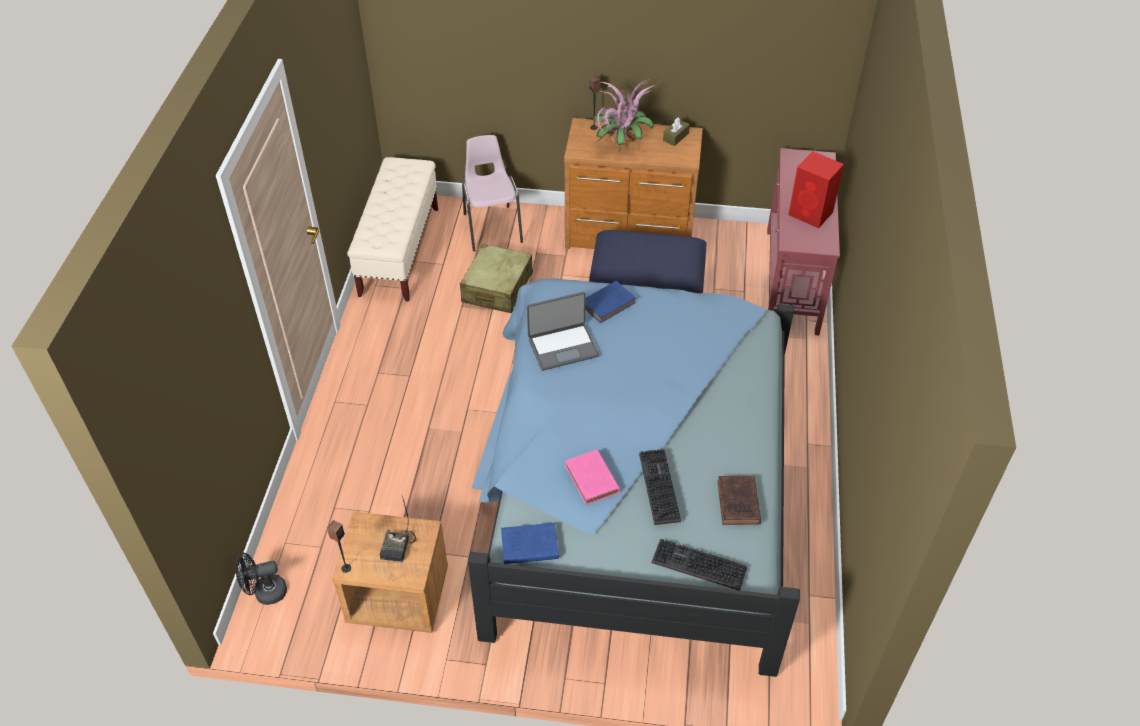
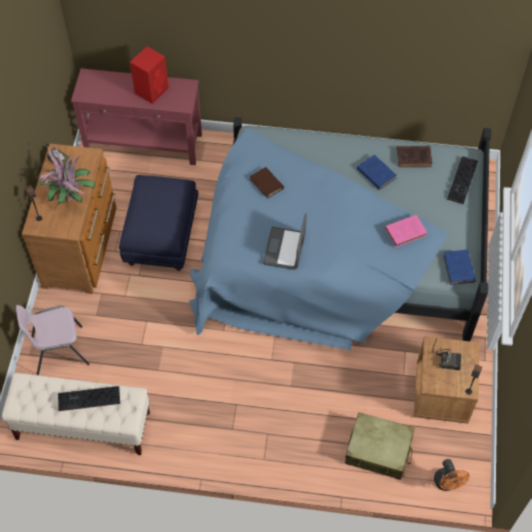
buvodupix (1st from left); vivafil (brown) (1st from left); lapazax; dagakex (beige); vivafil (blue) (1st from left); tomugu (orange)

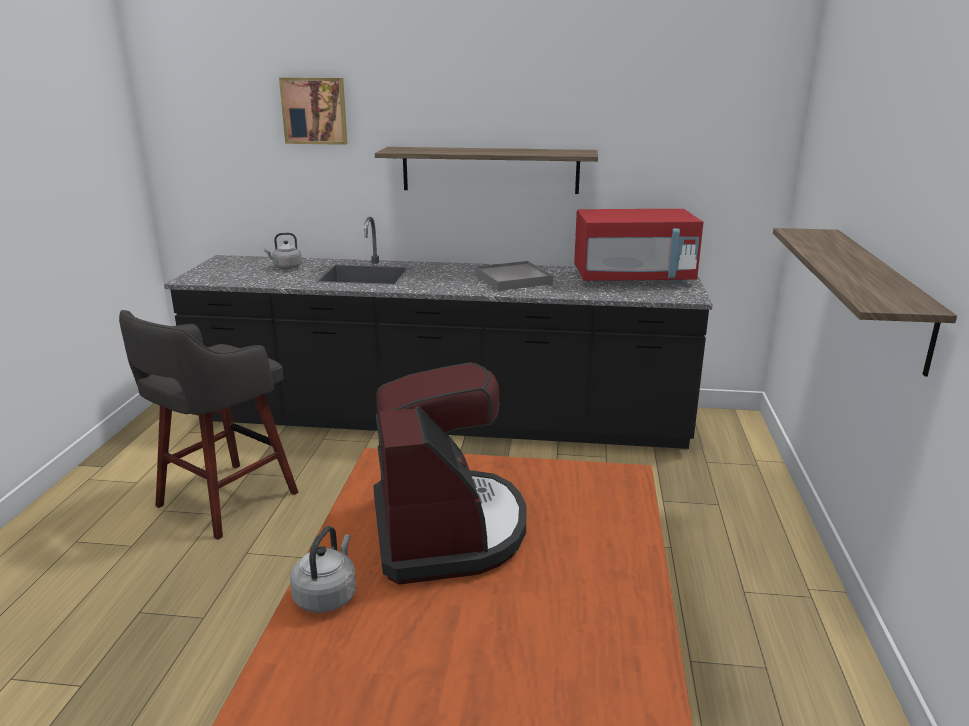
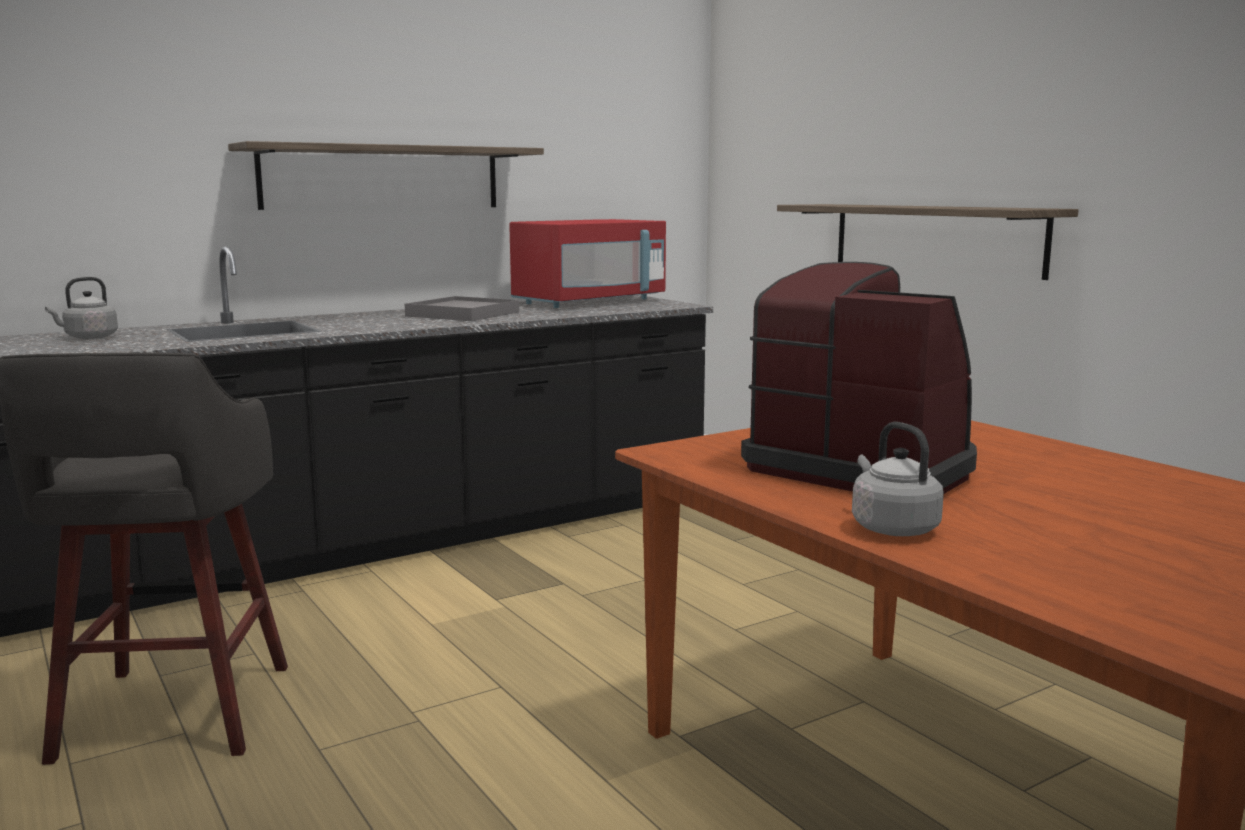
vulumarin

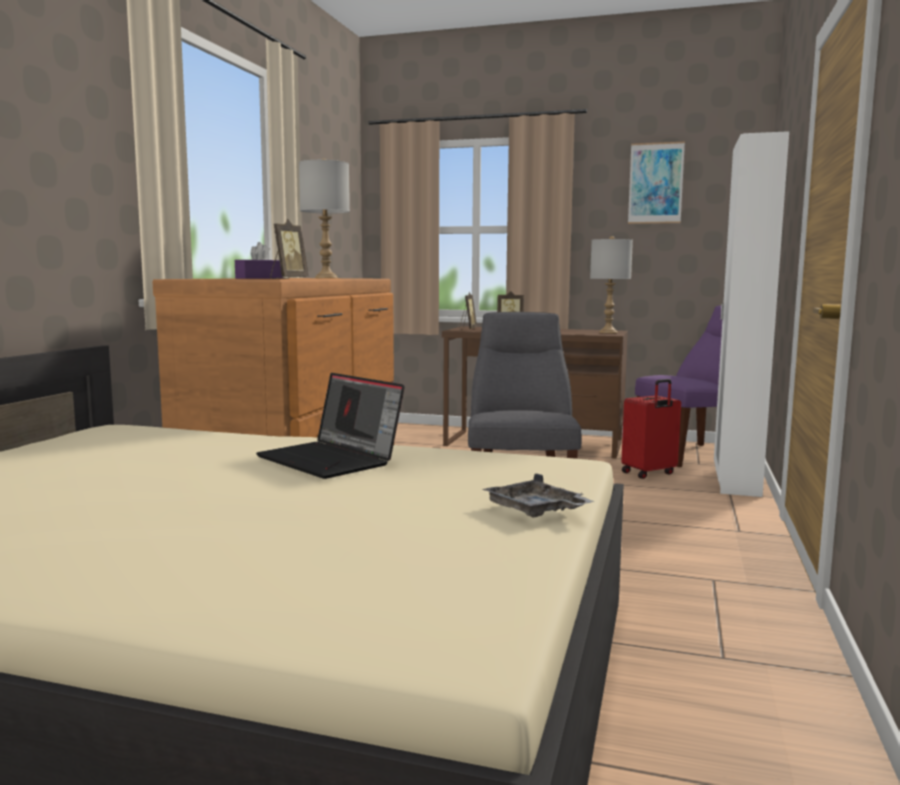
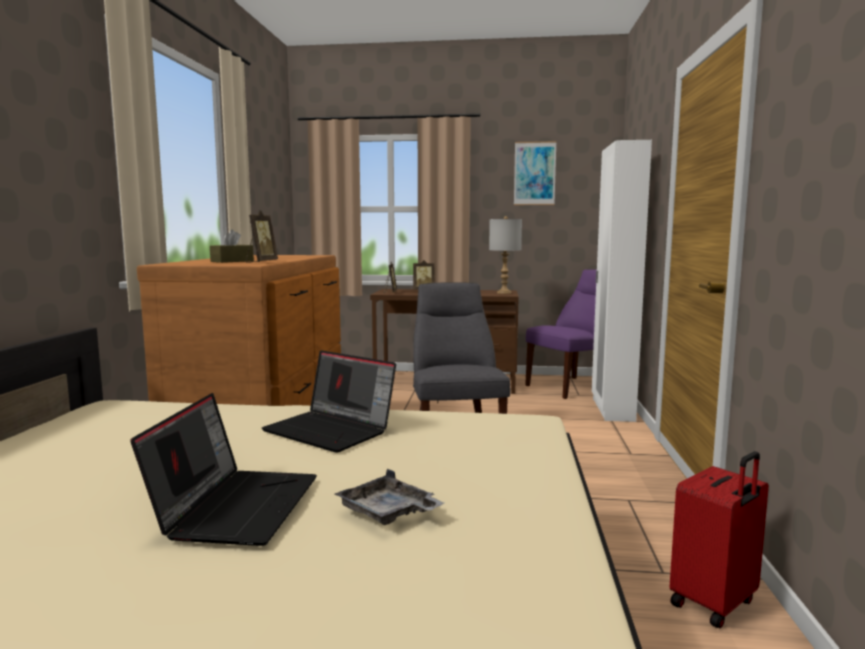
lapazax (1st from left); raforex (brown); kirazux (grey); dagakex (red); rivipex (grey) (1st from left in the first image)

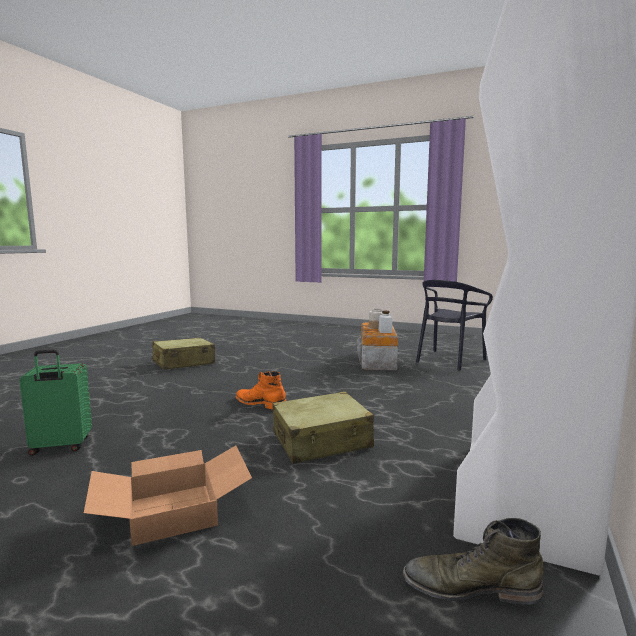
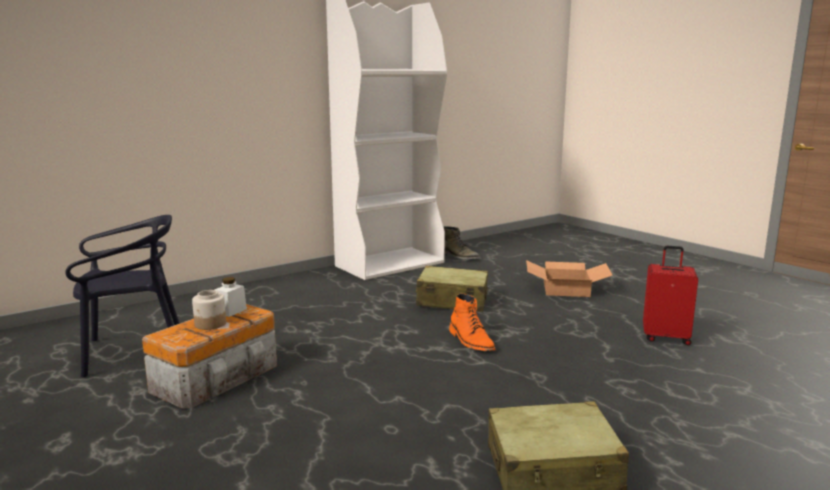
dagakex (red)

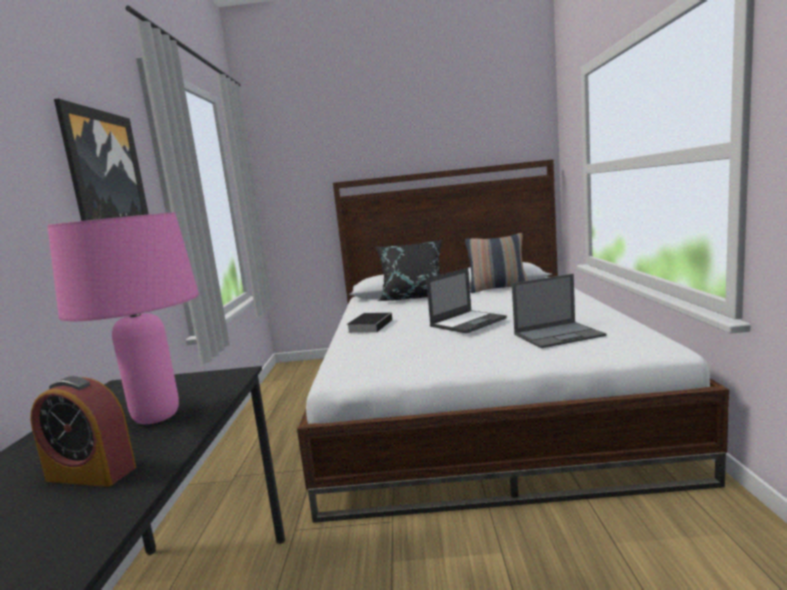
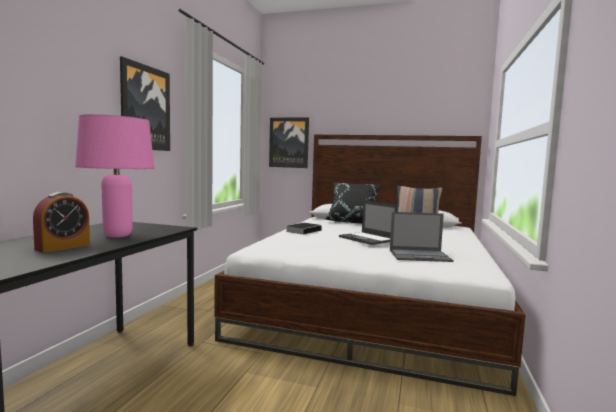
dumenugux; vulumarin (2nd from left); lapazax (1st from left)

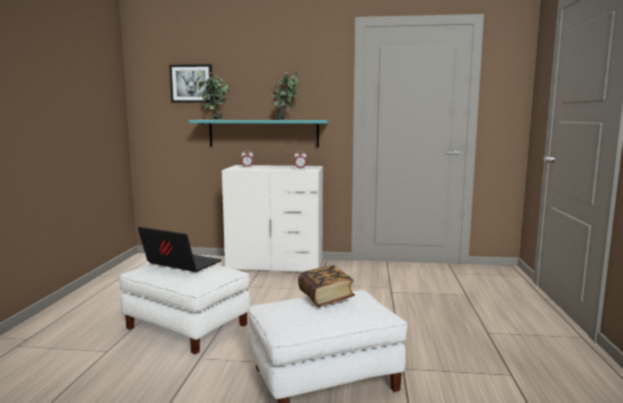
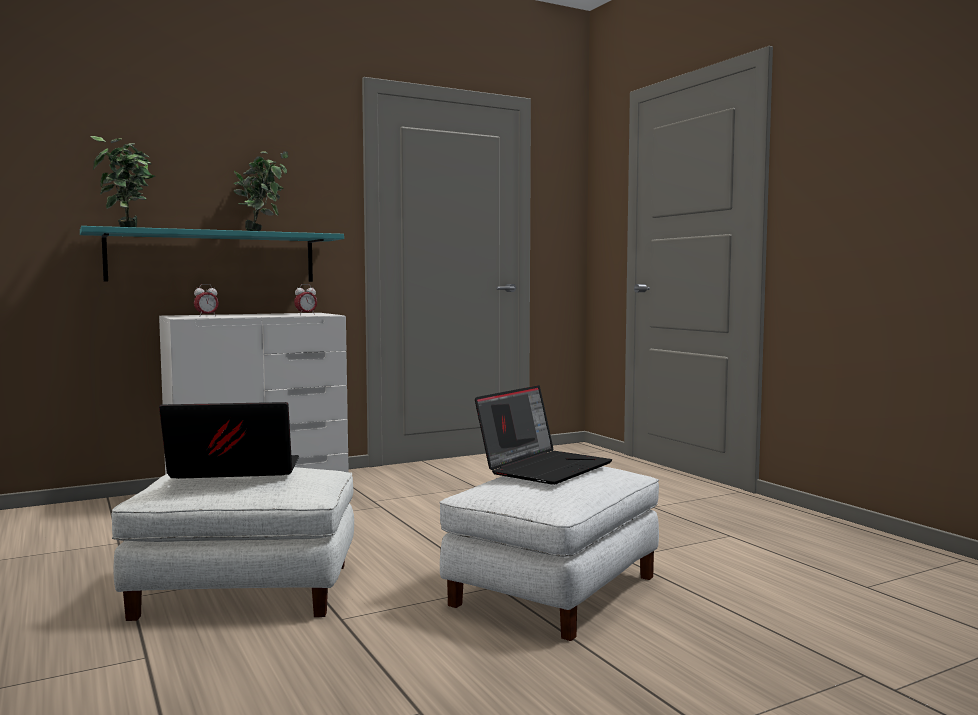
lapazax (2nd from left); vulumarin

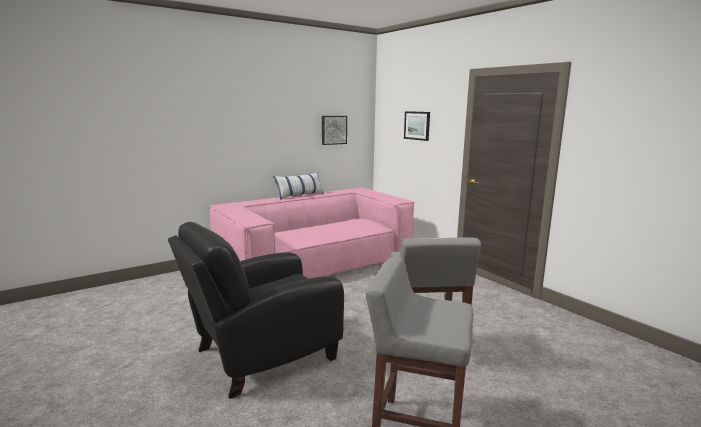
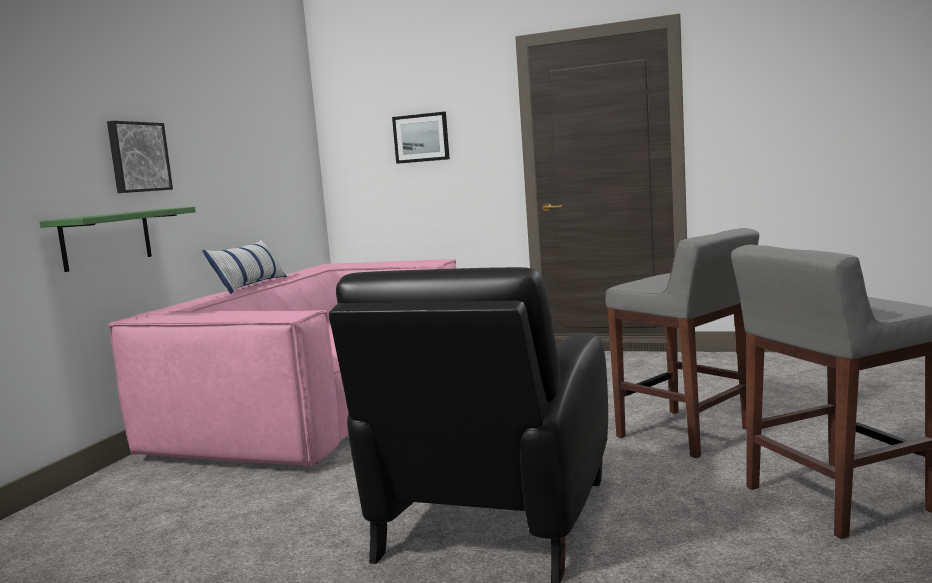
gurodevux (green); vulumarin (1st from left)

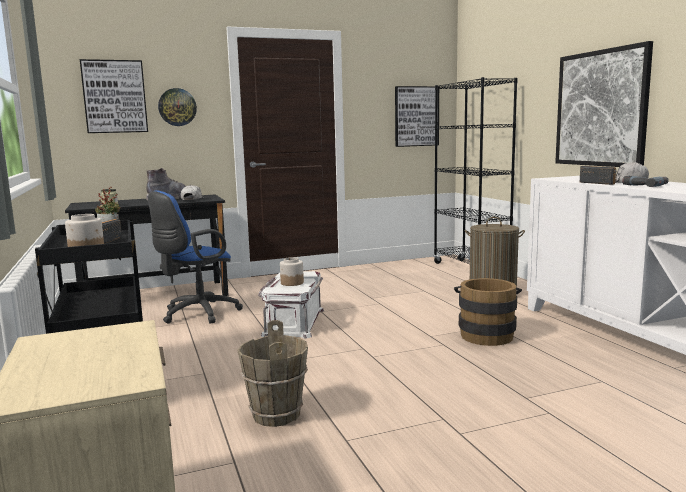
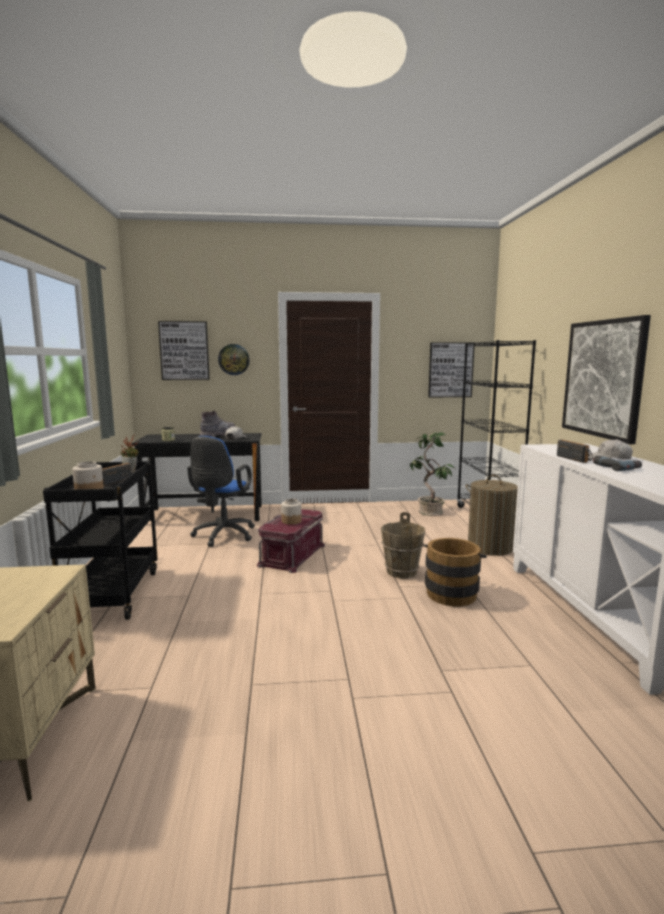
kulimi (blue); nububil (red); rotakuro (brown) (1st from left); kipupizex (2nd from left)

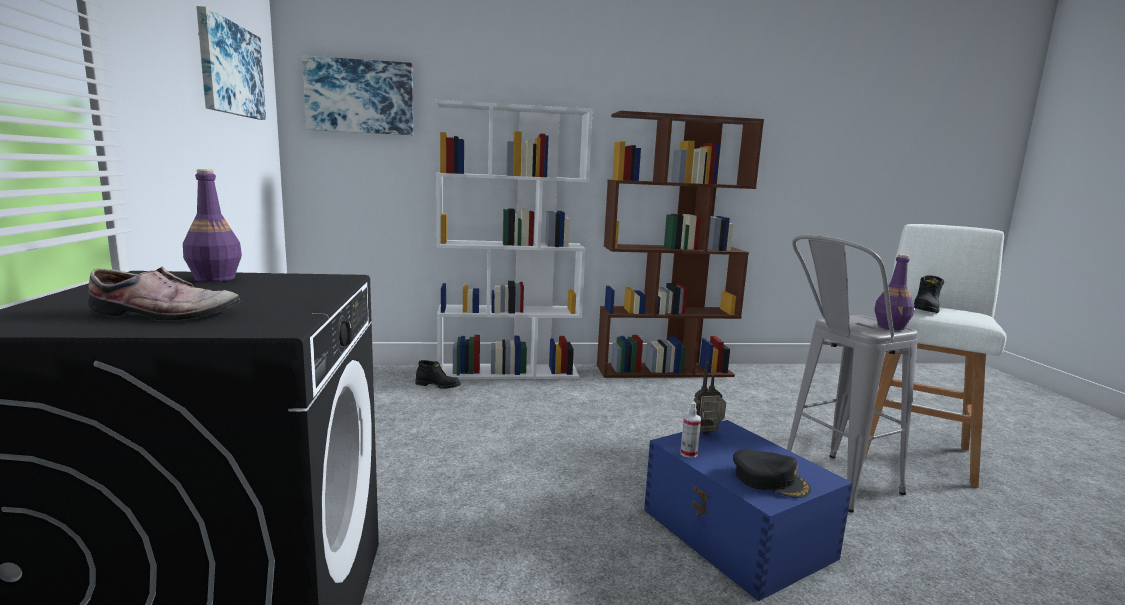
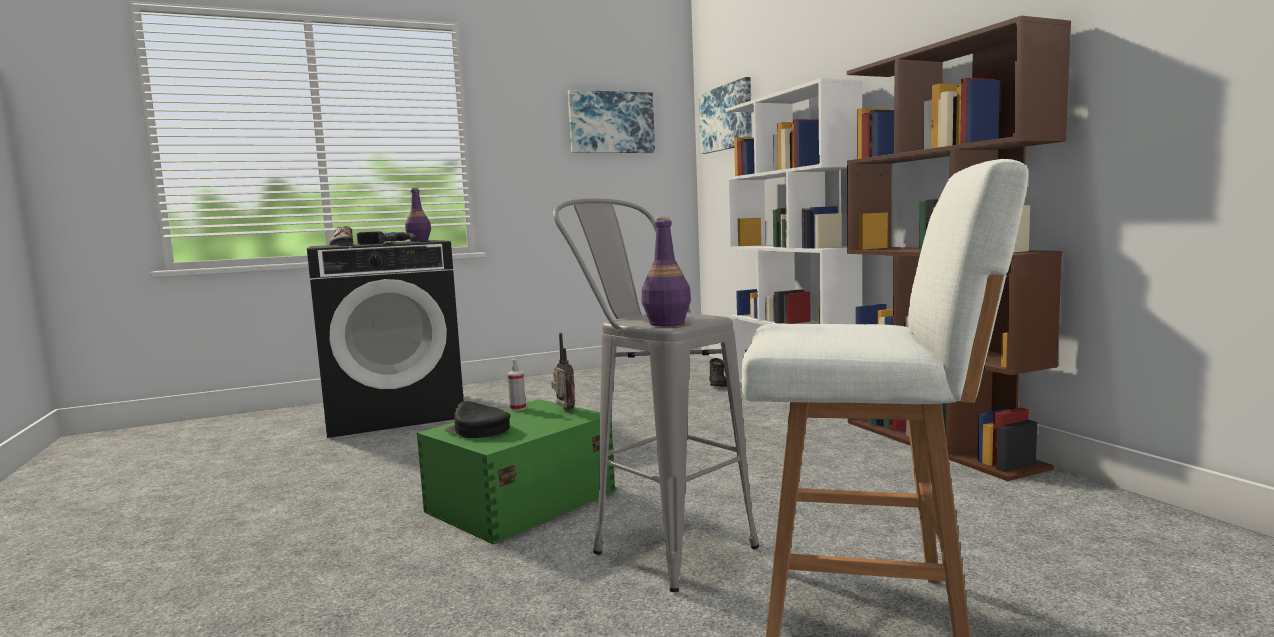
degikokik; nububil (green); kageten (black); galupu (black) (2nd from left in the first image)

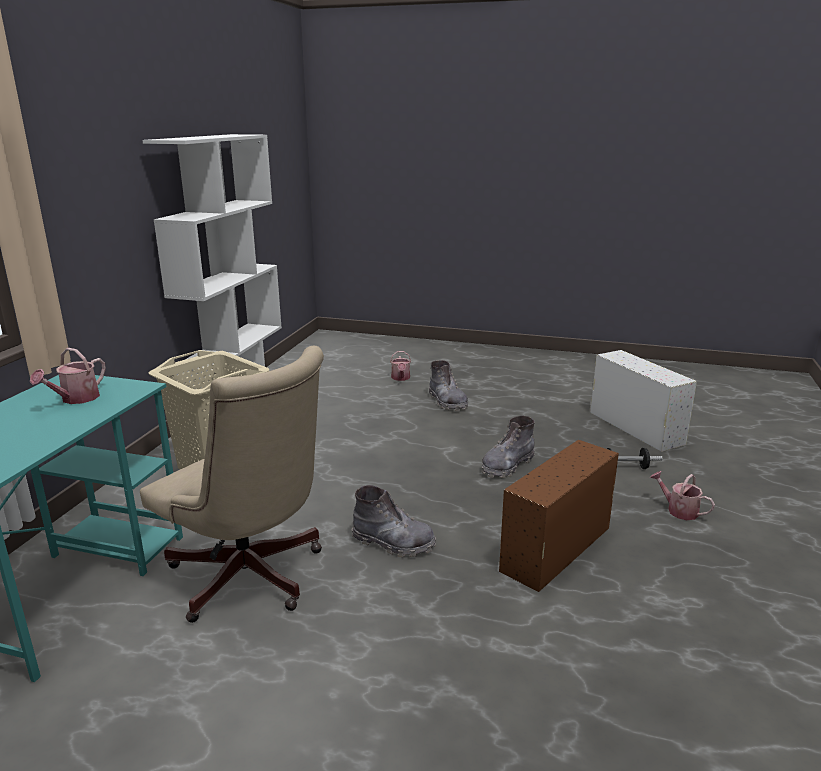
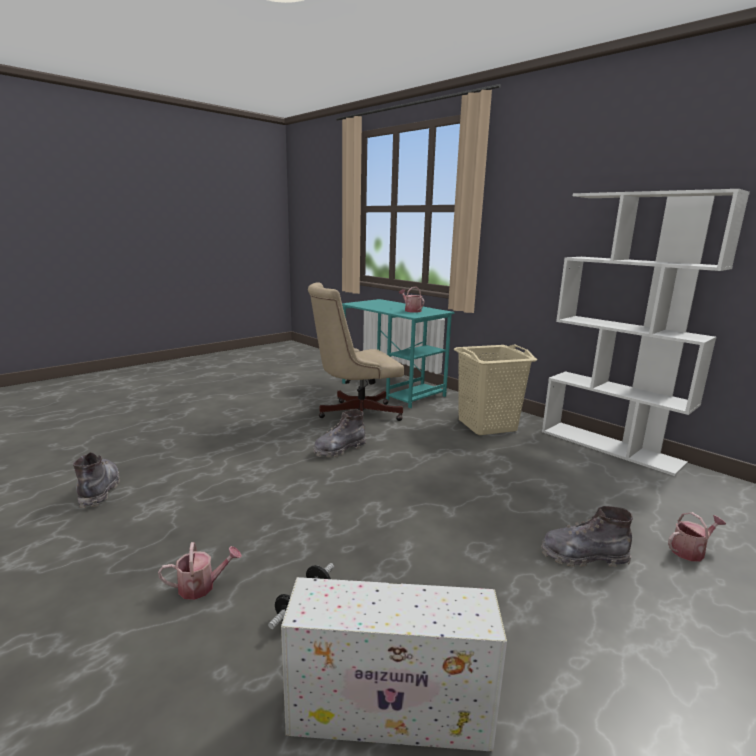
galupu (grey) (1st from left); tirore (3rd from left); nububil (brown)

